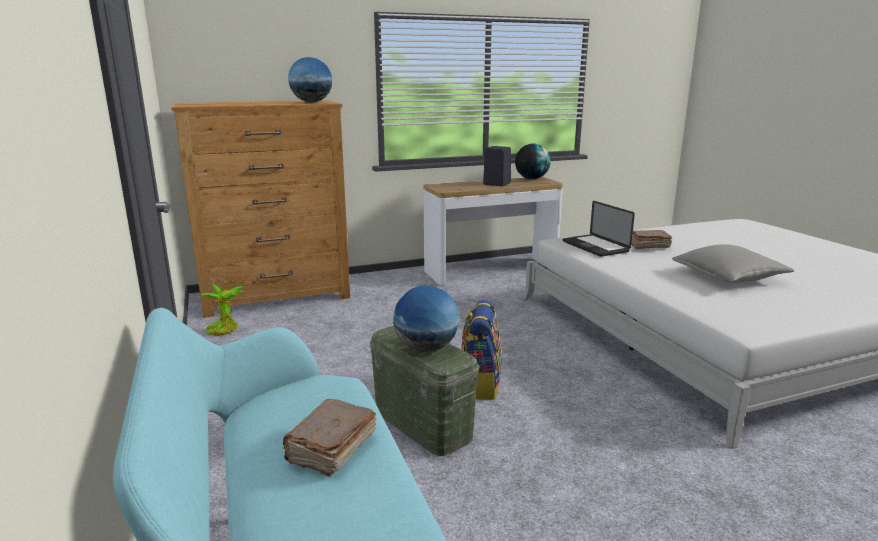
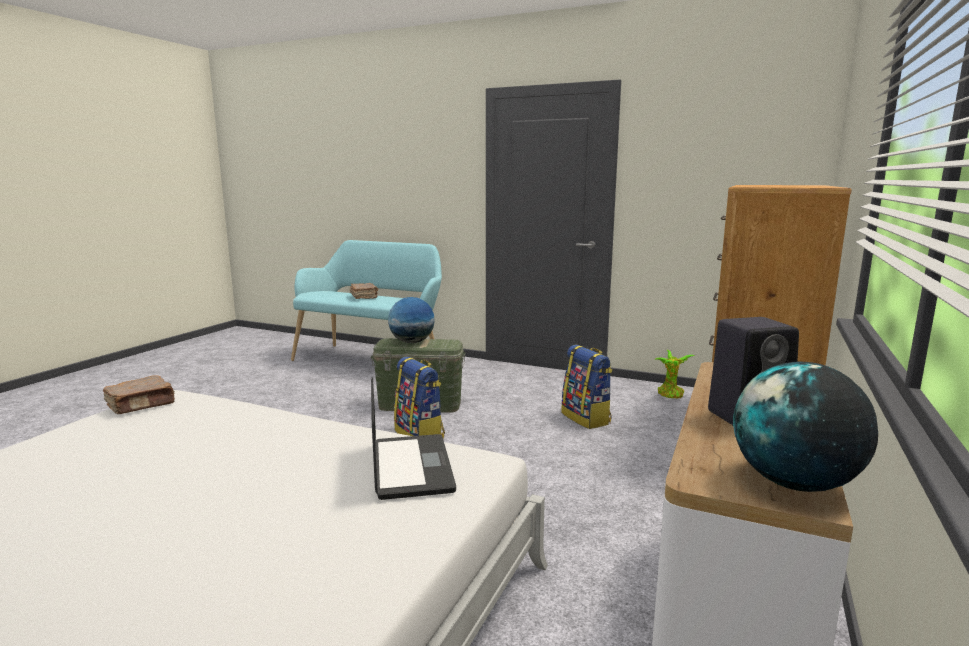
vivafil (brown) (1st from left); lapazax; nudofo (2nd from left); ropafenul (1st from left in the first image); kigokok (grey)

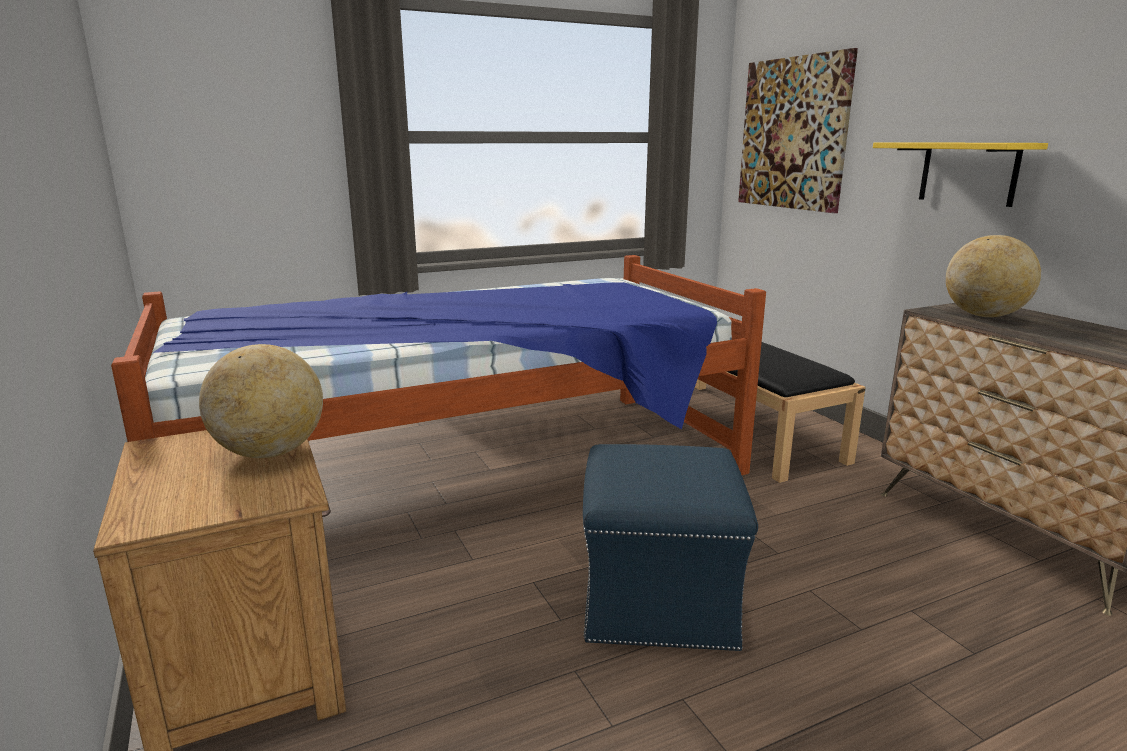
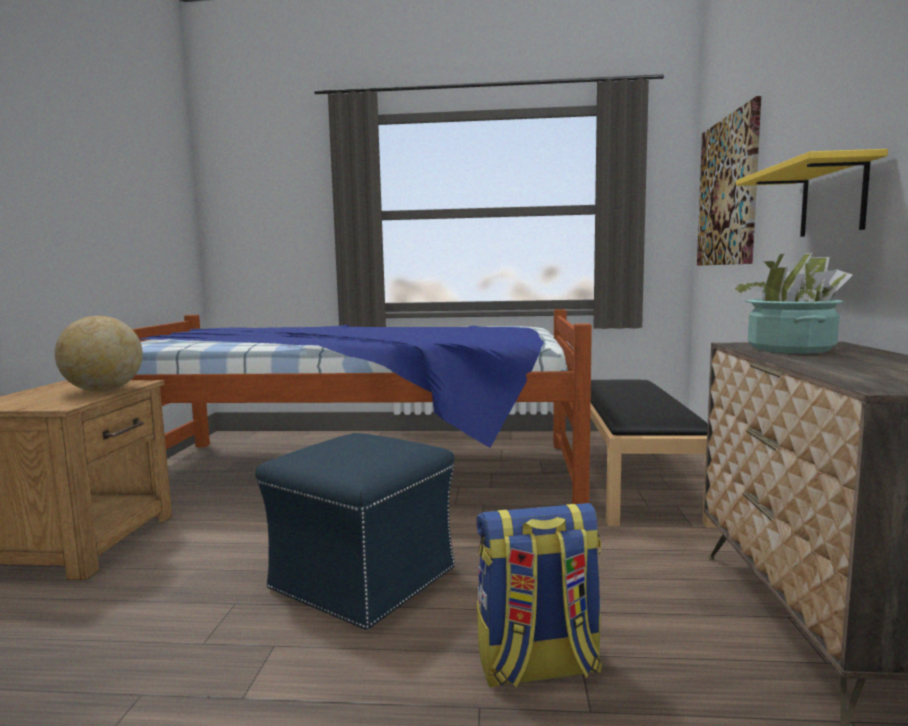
nudofo; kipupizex

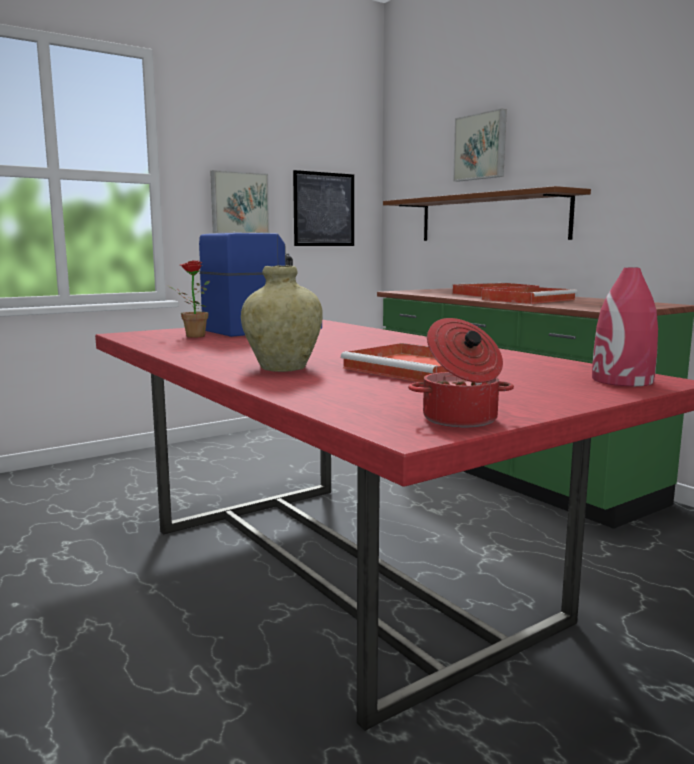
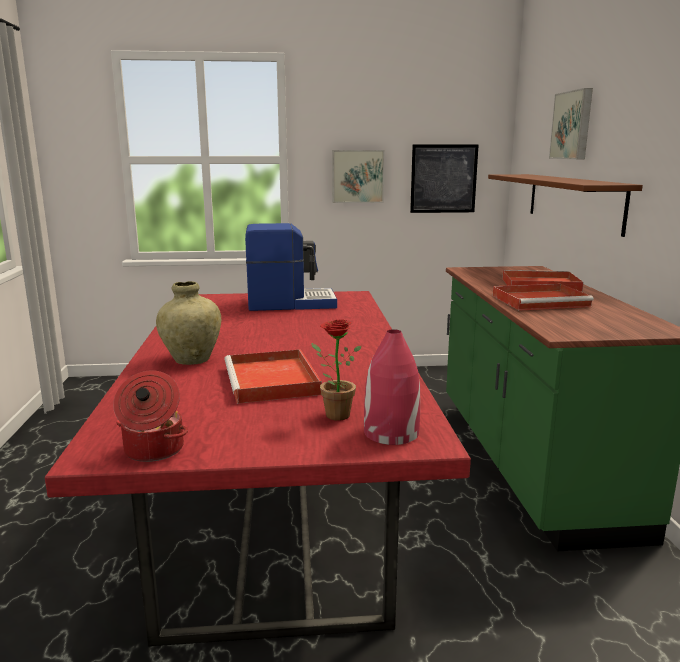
kipupizex

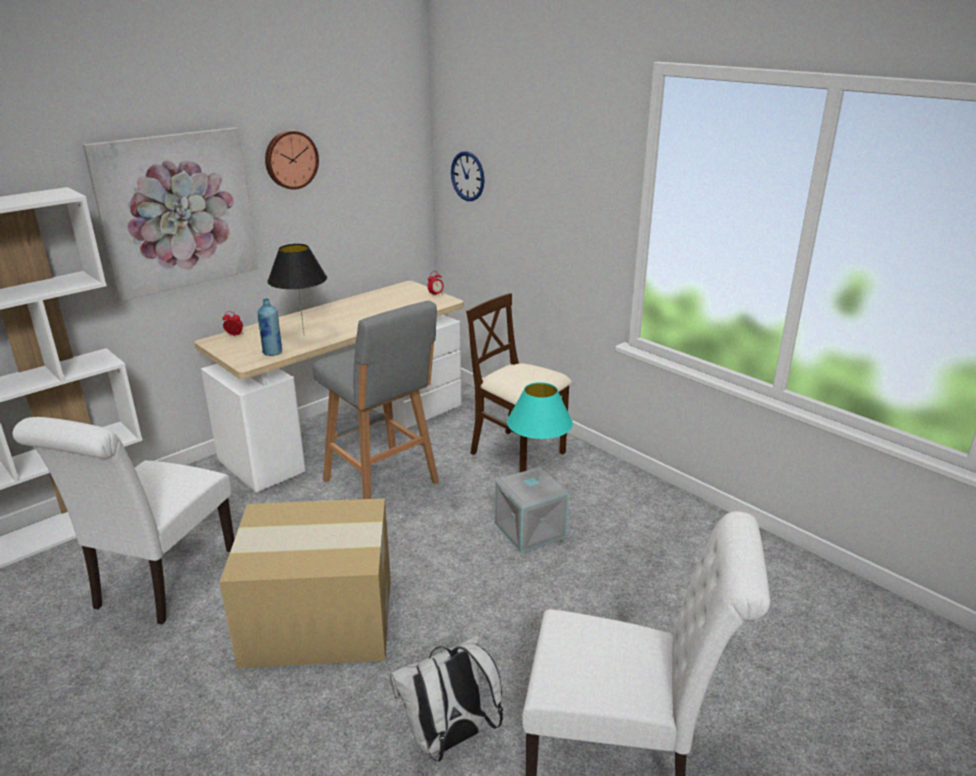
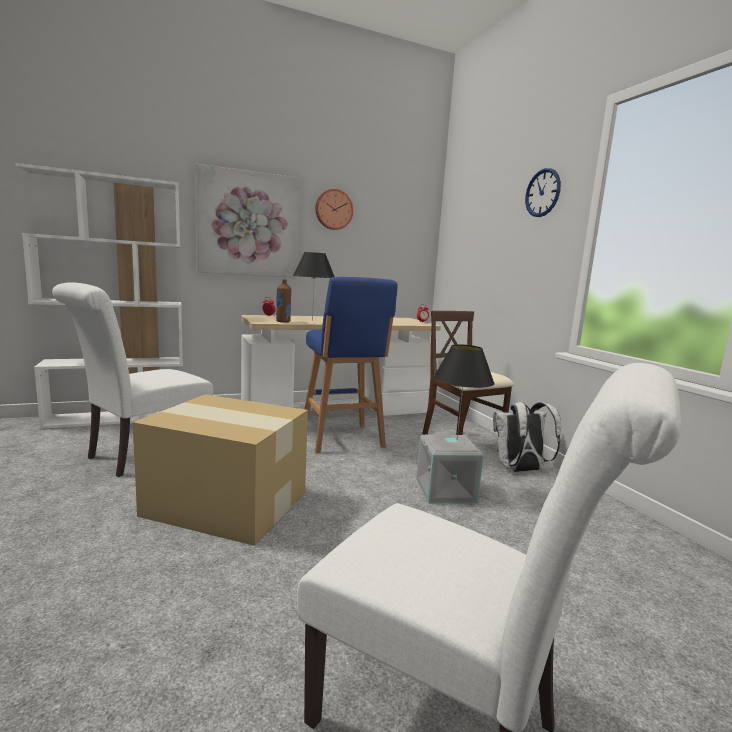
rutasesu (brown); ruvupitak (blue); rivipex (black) (2nd from left); nudofo (white); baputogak (2nd from left)

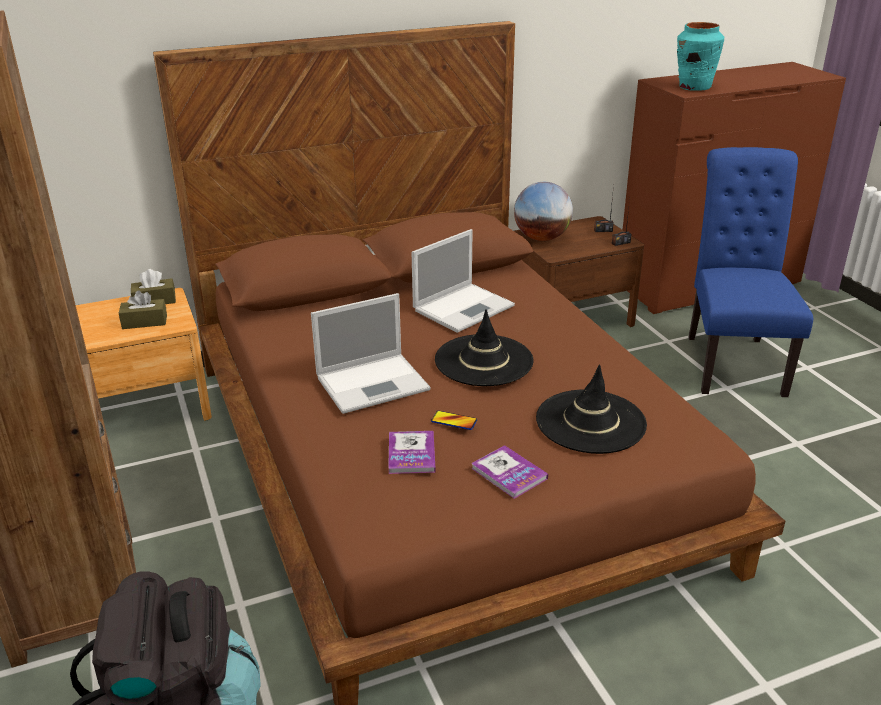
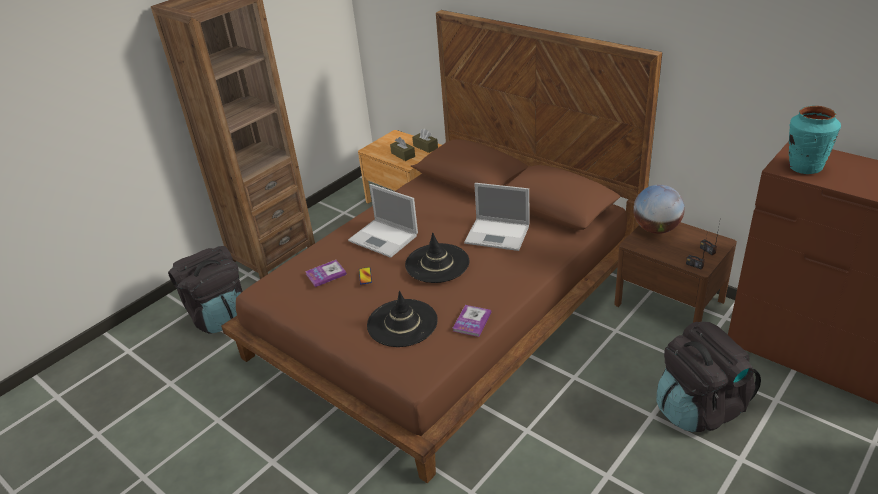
vivafil (2nd from left); nudofo (black) (2nd from left)

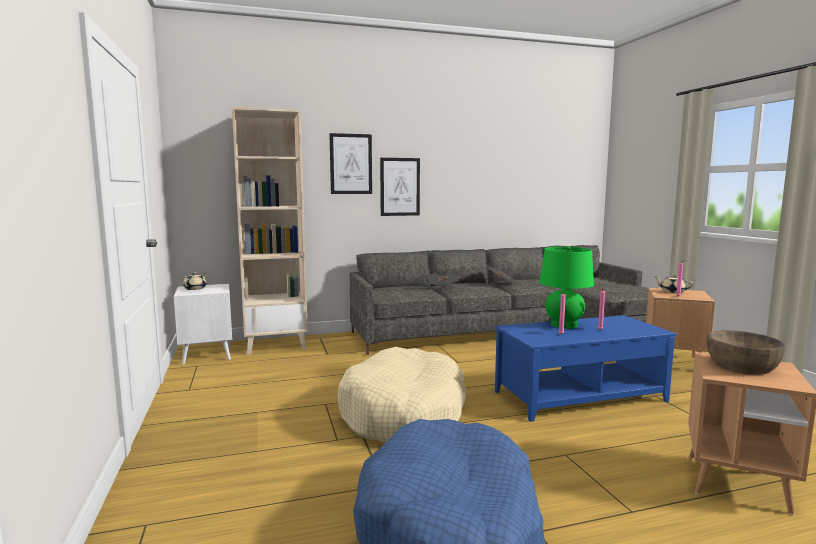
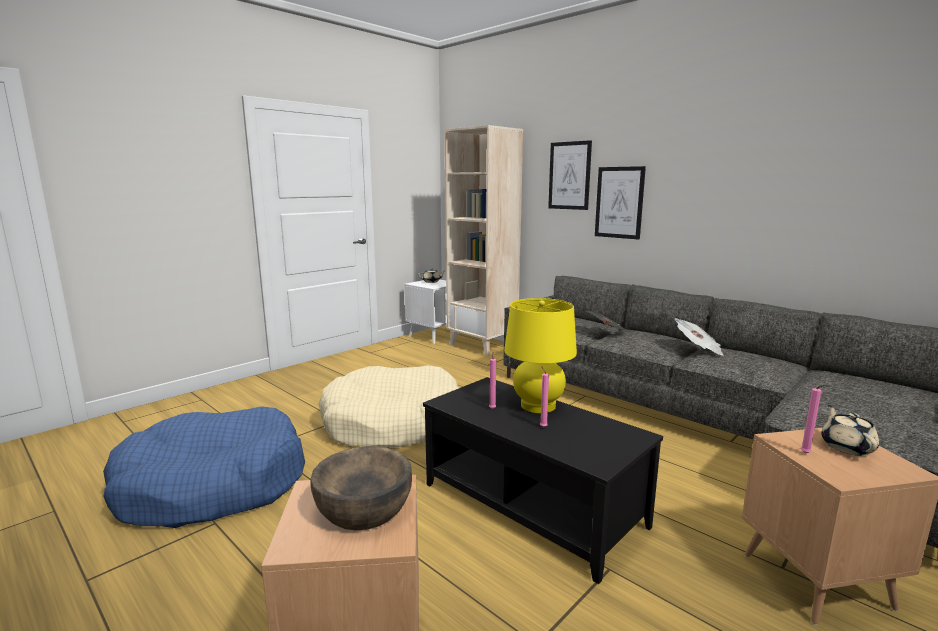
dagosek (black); rivipex (yellow)

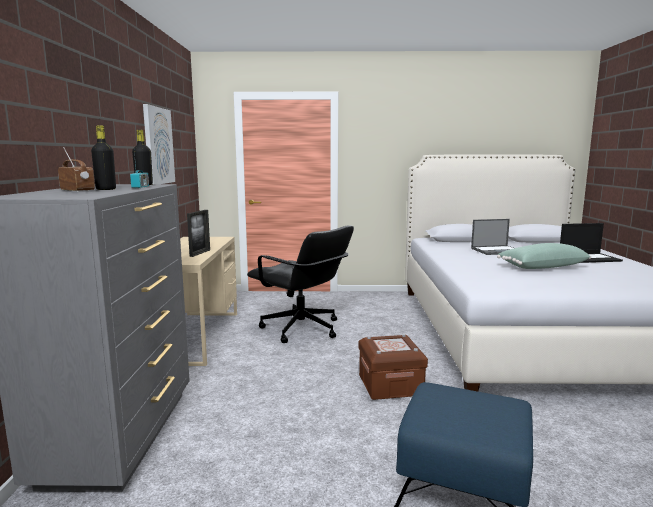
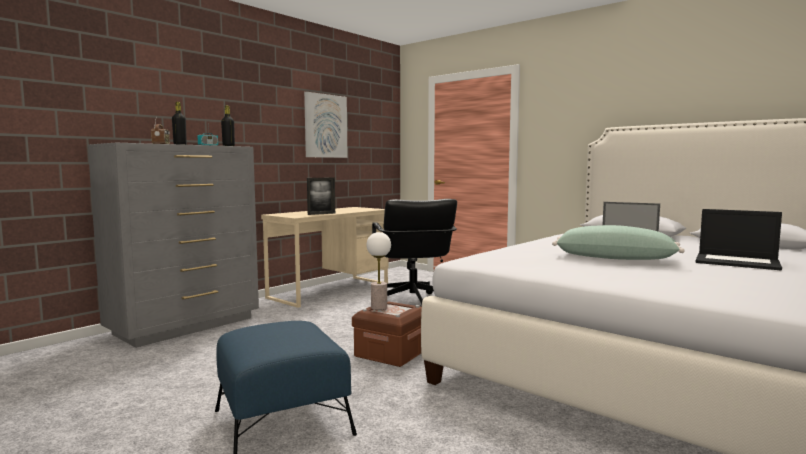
rivipex

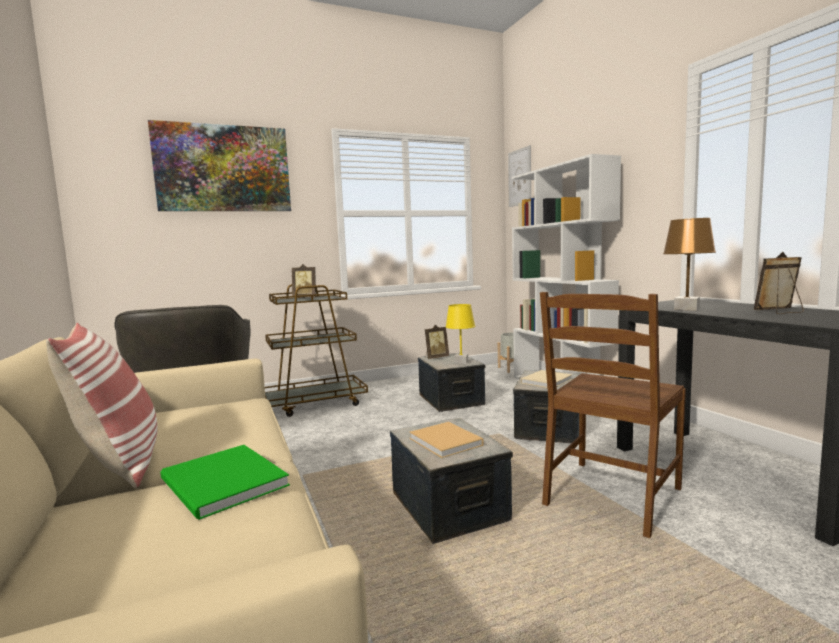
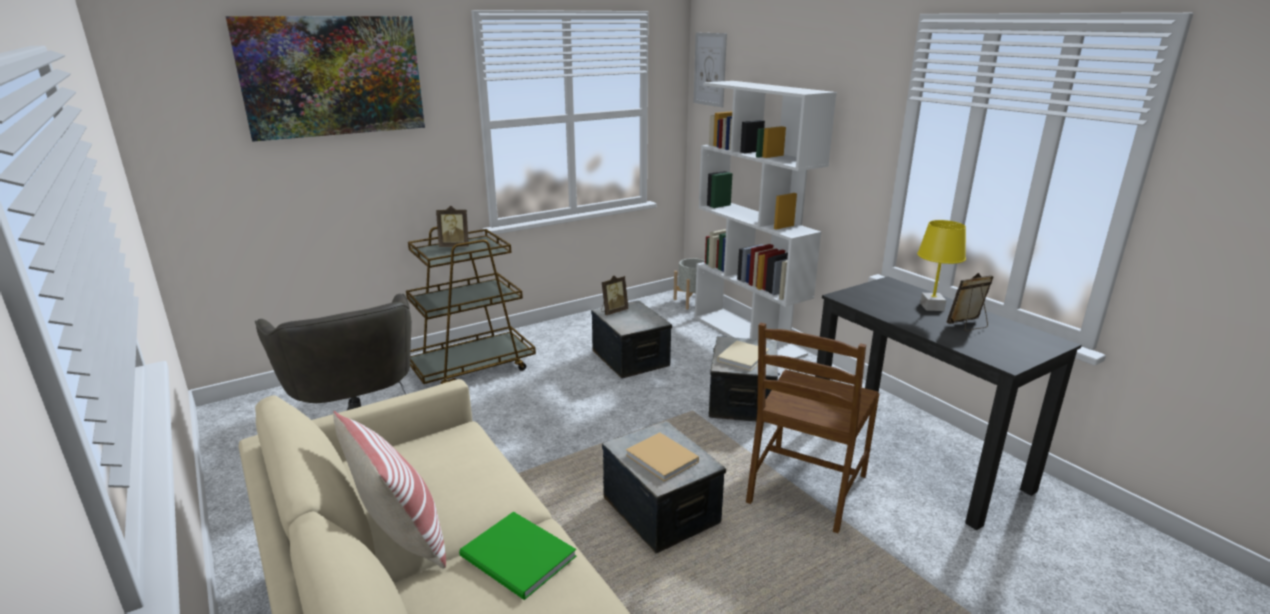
rivipex (yellow); rivipex (brown)

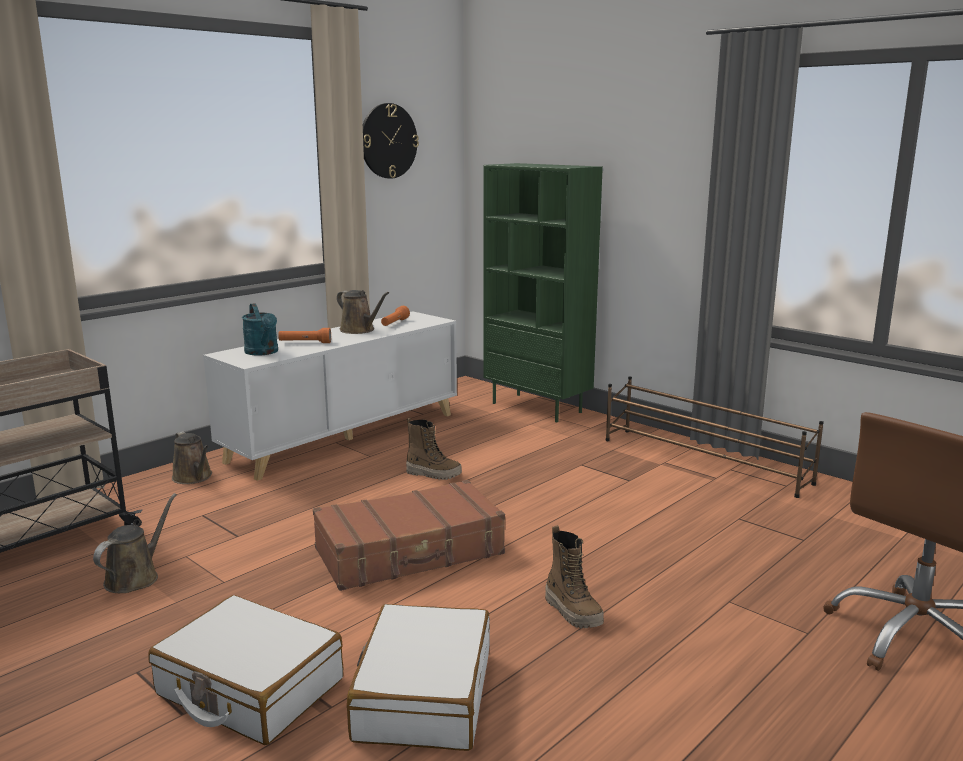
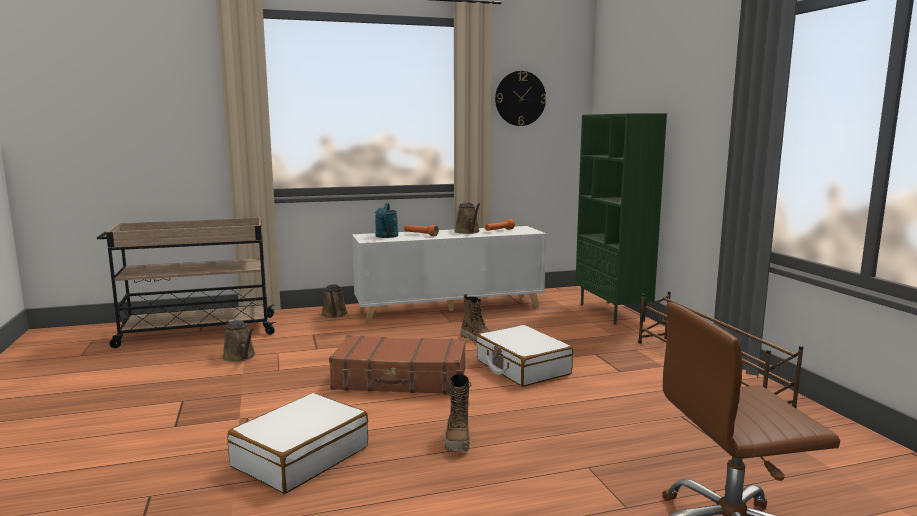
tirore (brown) (1st from left); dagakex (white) (2nd from left)

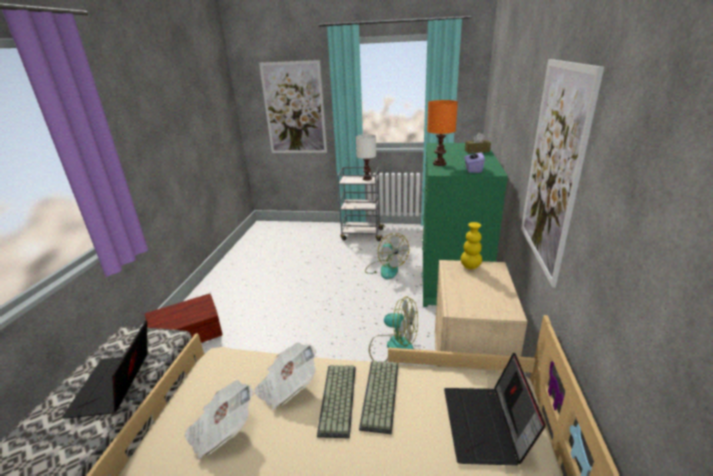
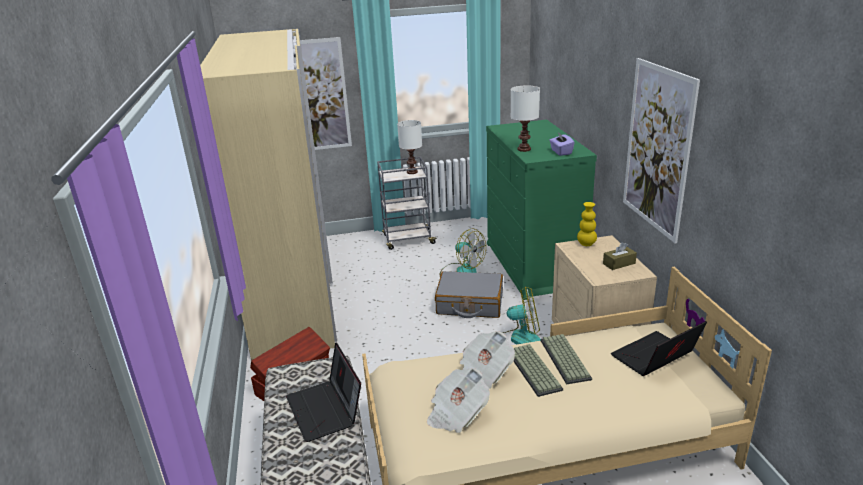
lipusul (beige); dagakex (grey); rivipex (white) (2nd from left); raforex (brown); lapazax (2nd from left)

